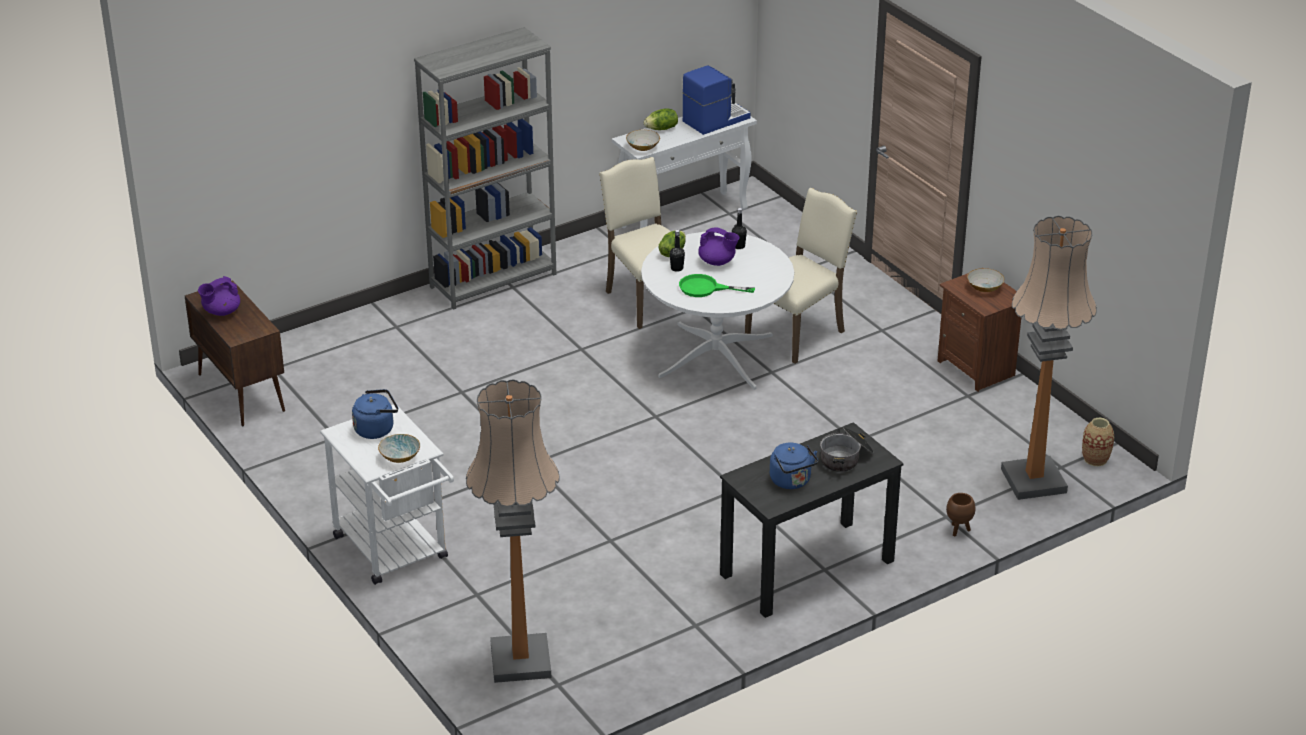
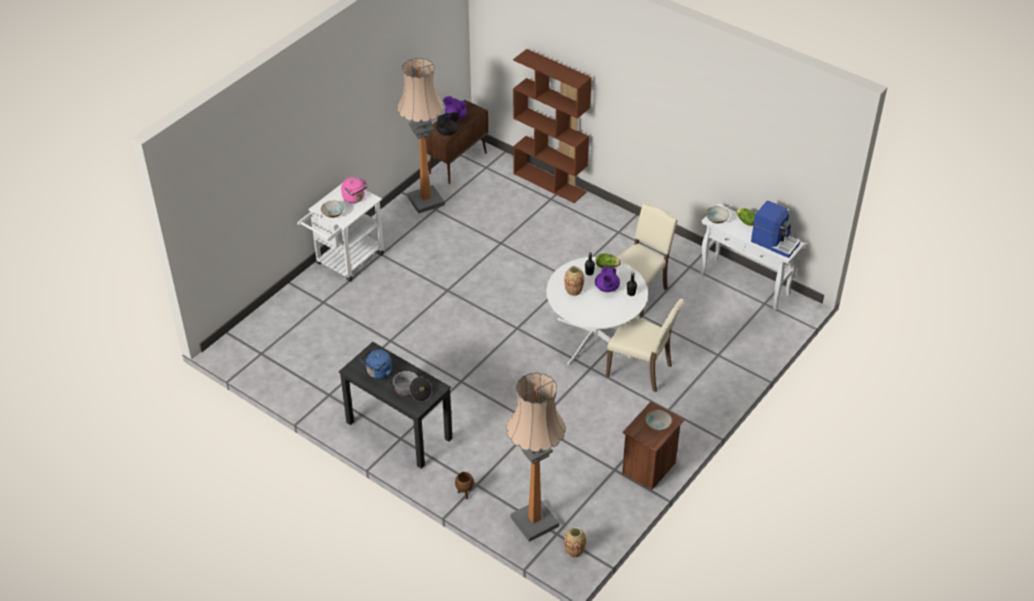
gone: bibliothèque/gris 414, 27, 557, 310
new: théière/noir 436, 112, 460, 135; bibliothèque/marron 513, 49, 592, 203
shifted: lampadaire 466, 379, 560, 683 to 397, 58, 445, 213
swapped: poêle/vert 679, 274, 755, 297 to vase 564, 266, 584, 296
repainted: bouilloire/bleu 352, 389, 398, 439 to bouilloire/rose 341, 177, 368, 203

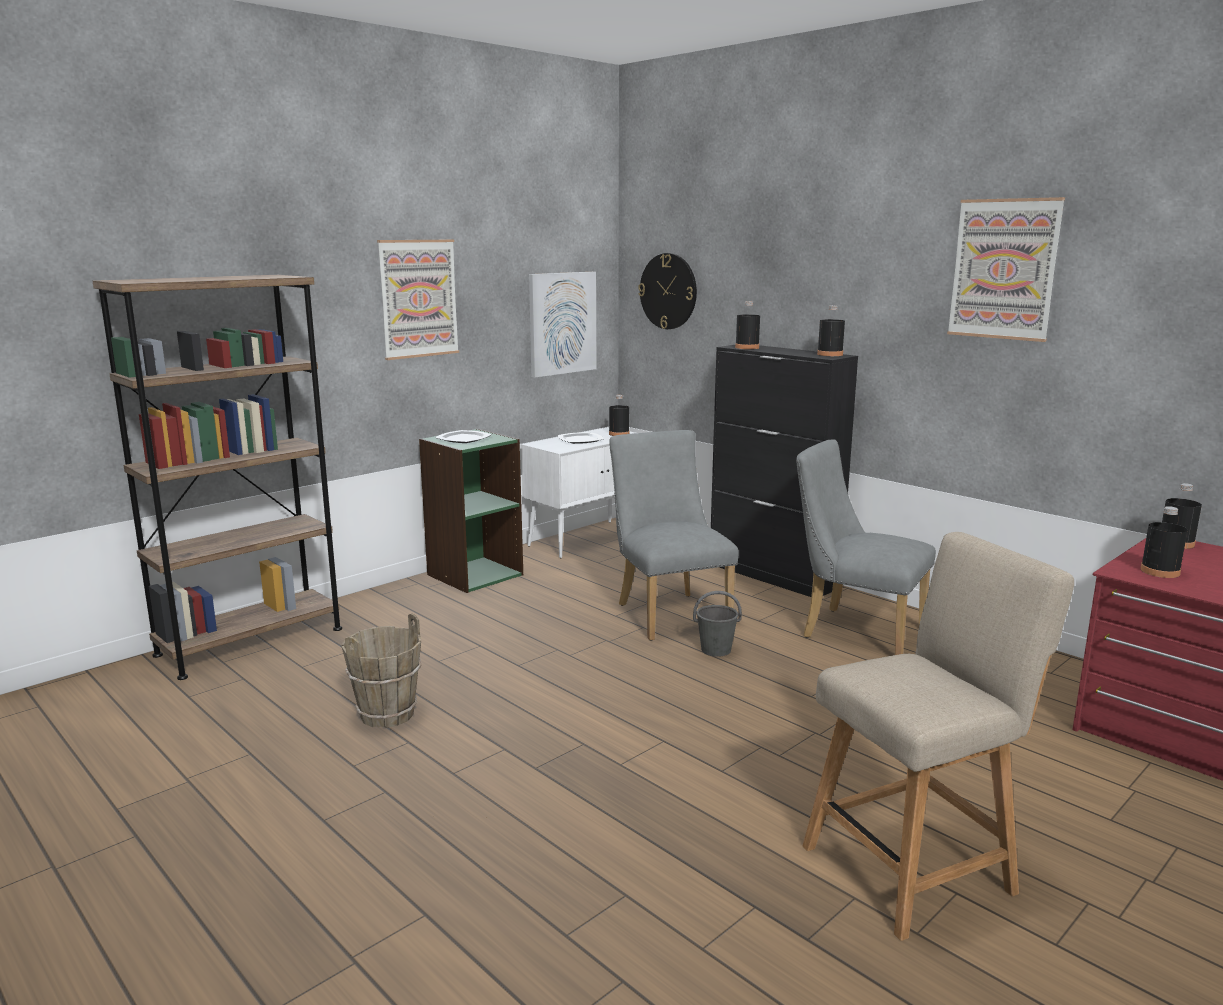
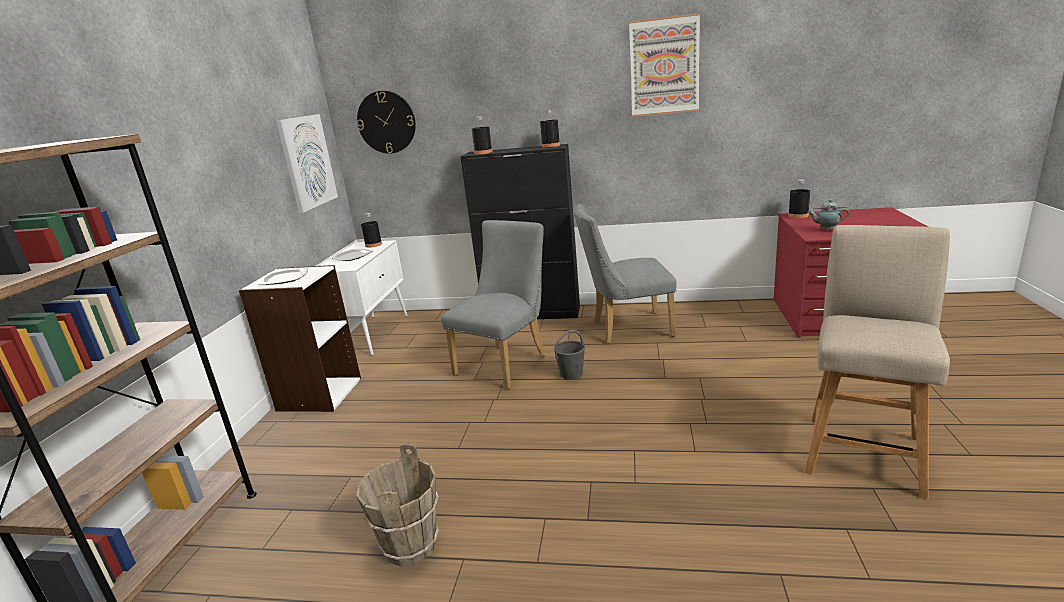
gone: tableau 377, 240, 459, 360
swapped: bouteille/noir 1140, 506, 1188, 578 to théière 808, 199, 849, 231
repainted: bibliothèque/vert 419, 429, 523, 593 to bibliothèque/blanc 239, 265, 361, 412
rotated: chaise/gris 609, 430, 739, 641 = 441, 220, 546, 389 90 degrees clockwise

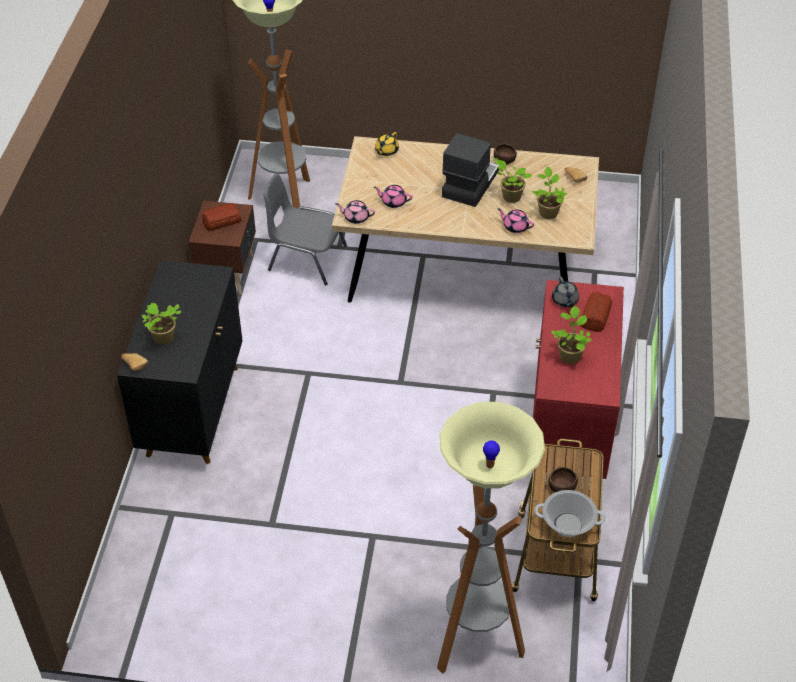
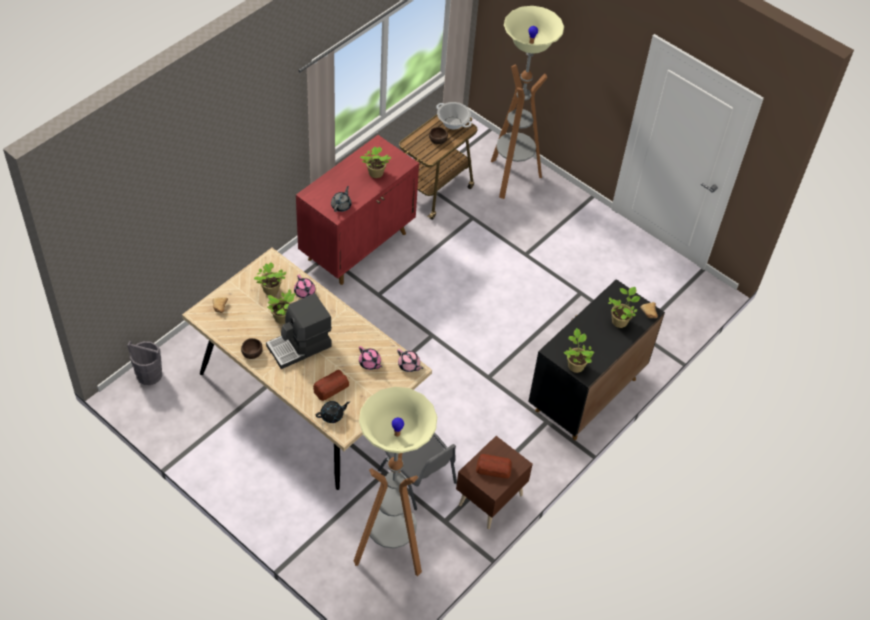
new: seau/gris 127, 341, 162, 385; plante en pot 563, 328, 594, 373
shifted: pain 581, 292, 612, 332 to 313, 370, 349, 401
repainted: théière/jaune 375, 132, 399, 156 to théière/noir 316, 401, 350, 423

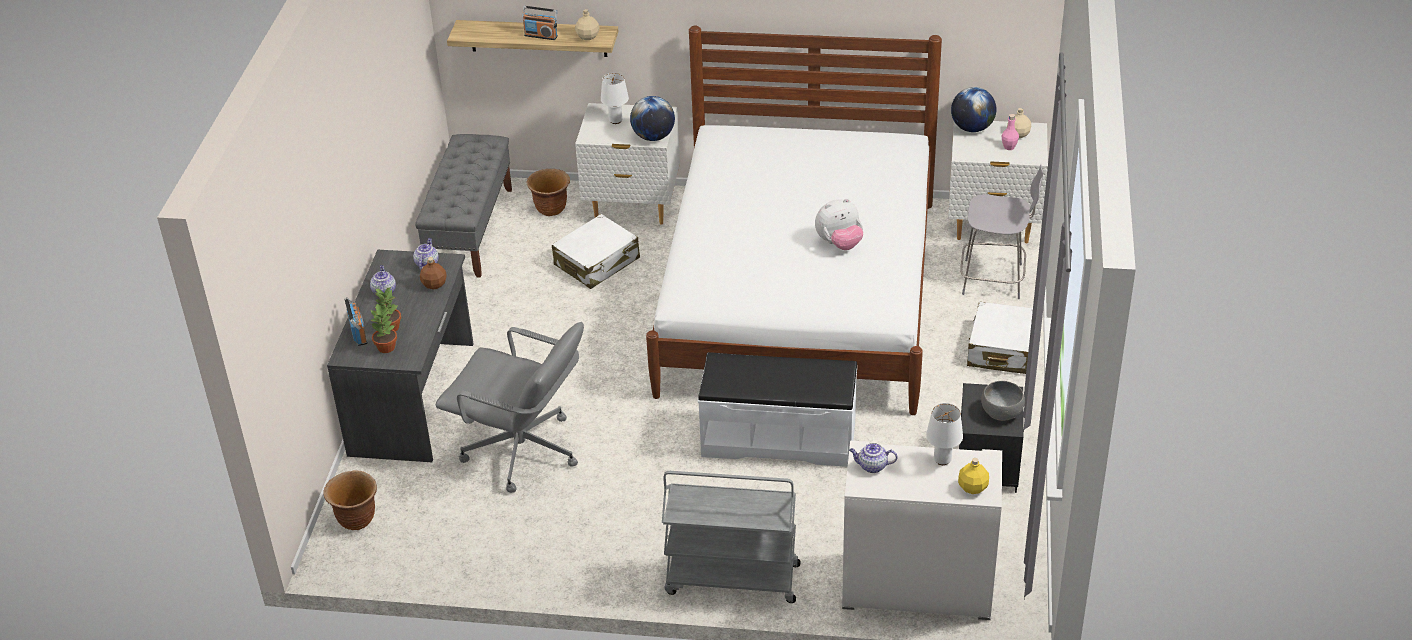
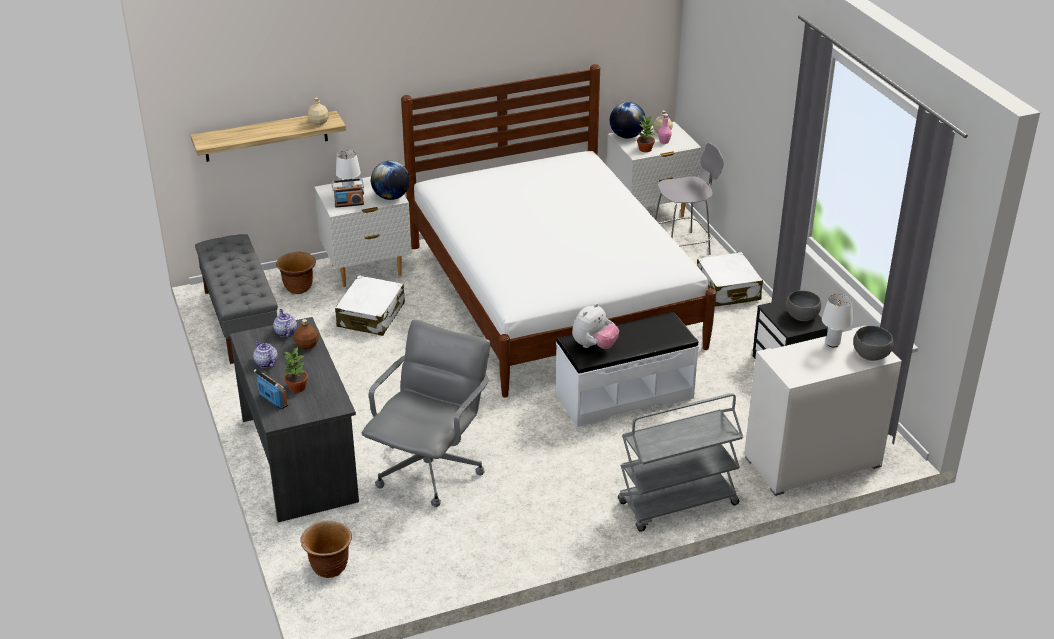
gone: théière 849, 443, 897, 473
shifted: radio 522, 6, 558, 40 to 332, 179, 364, 208; peluche 815, 198, 863, 250 to 572, 303, 619, 349; plante en pot 370, 303, 397, 353 to 637, 116, 655, 152
swapped: bouteille/jaune 958, 458, 989, 494 to bol/gris 853, 326, 893, 361
rotated: chaise de bureau/gris 436, 322, 584, 493 = 362, 320, 491, 507 60 degrees counterclockwise

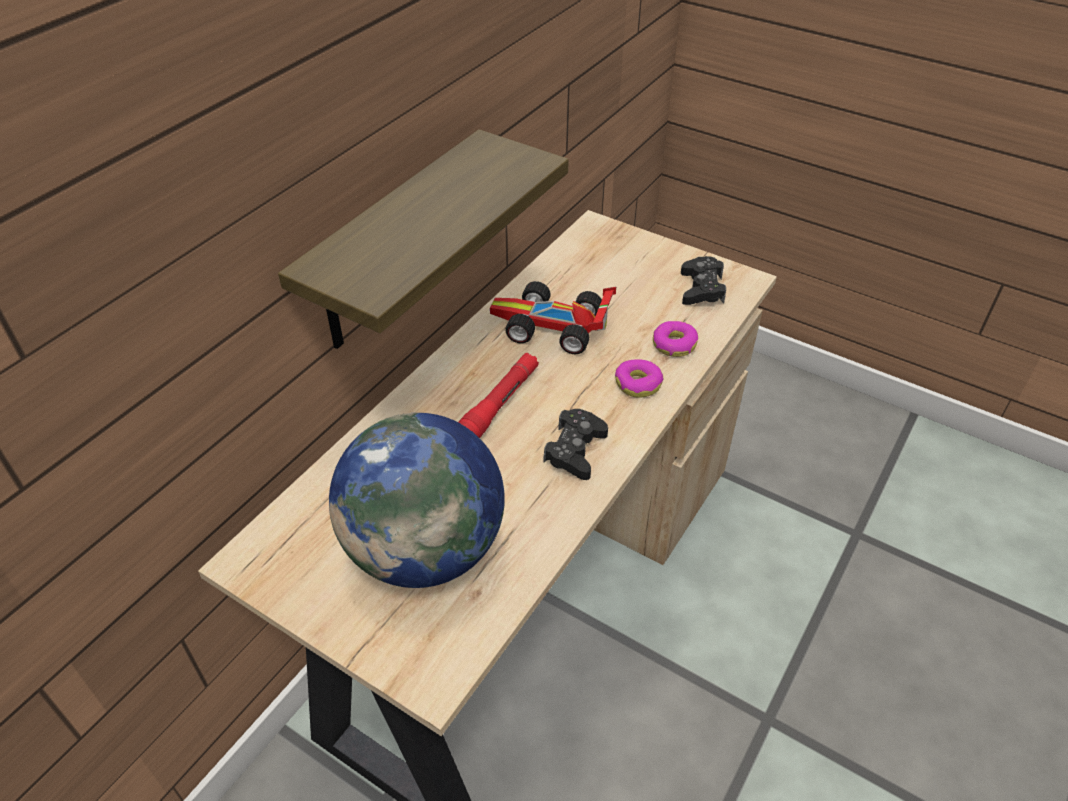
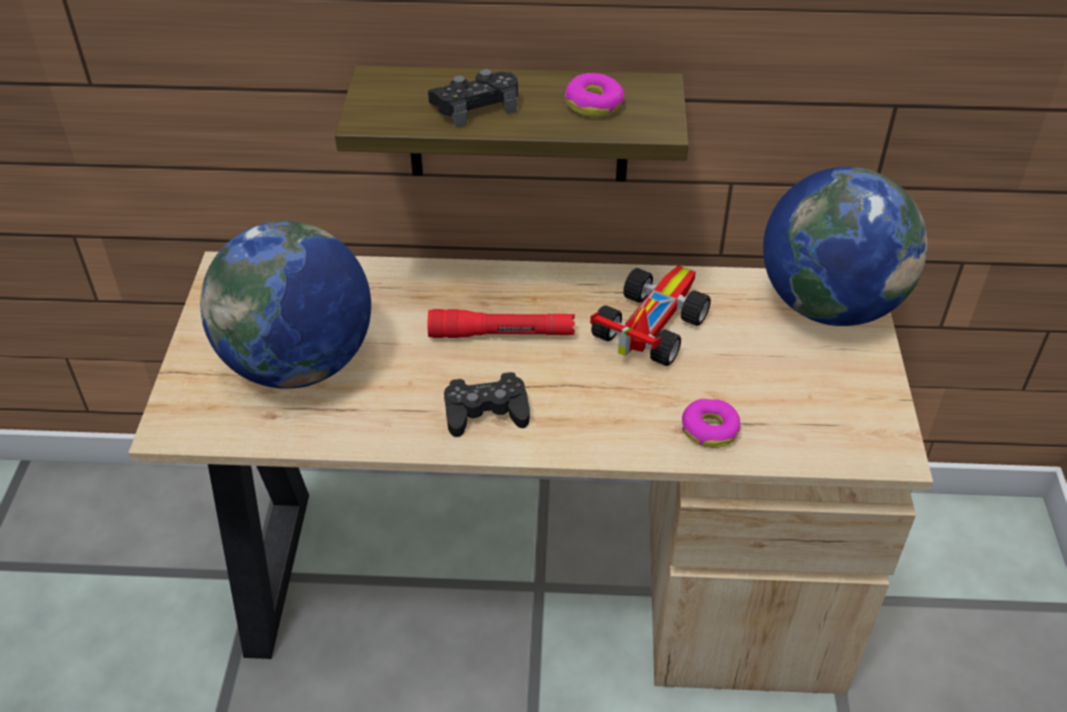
new: globe 763, 167, 927, 326
shifted: manette/noir 681, 256, 726, 305 to 428, 69, 518, 128; beignet 615, 359, 663, 398 to 565, 73, 624, 117
rotated: petite voiture 490, 281, 616, 354 = 590, 265, 711, 366 45 degrees clockwise

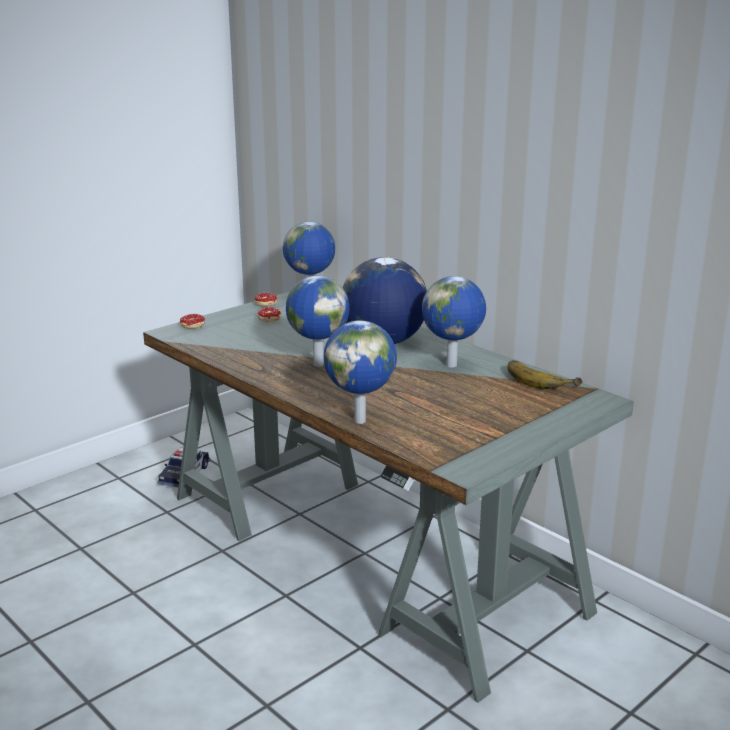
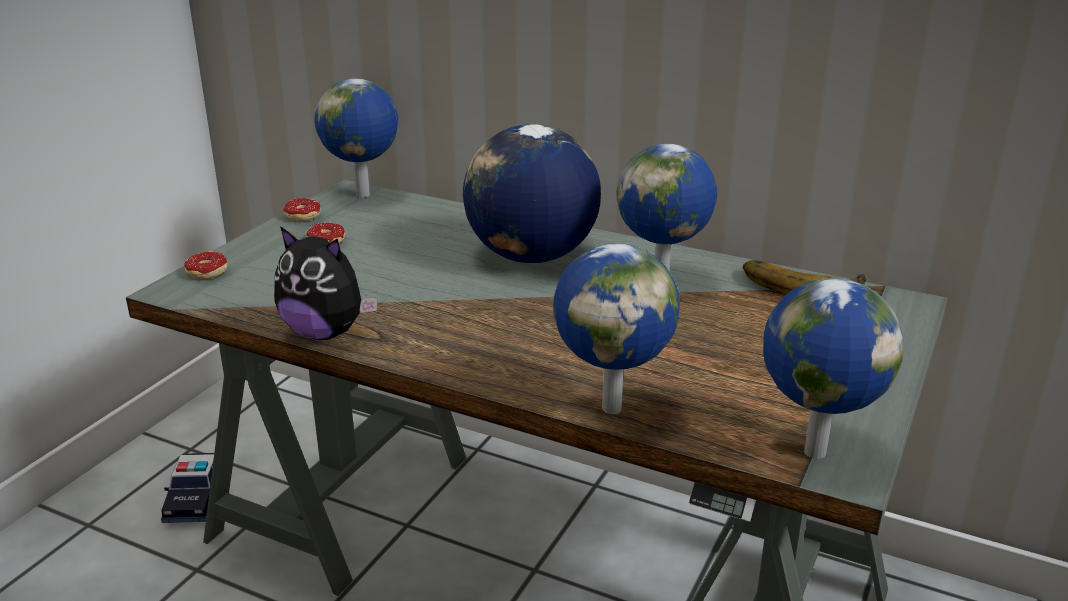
new: peluche 274, 226, 378, 340
shifted: globe 286, 276, 350, 367 to 763, 278, 904, 459

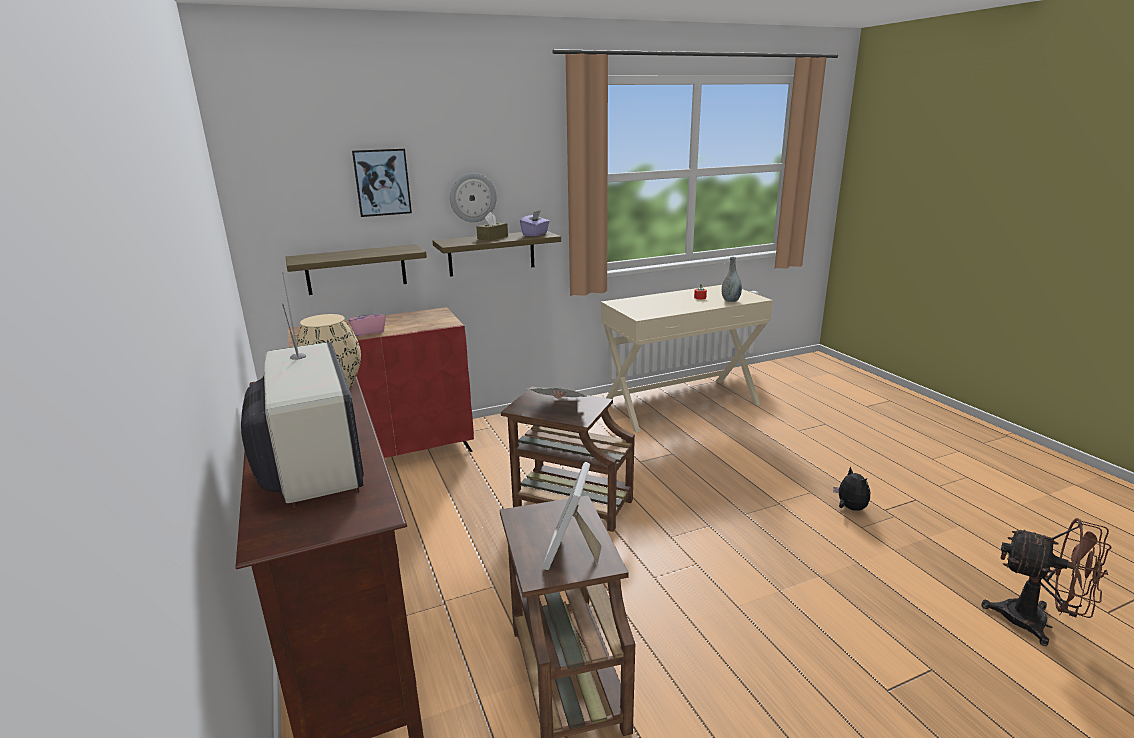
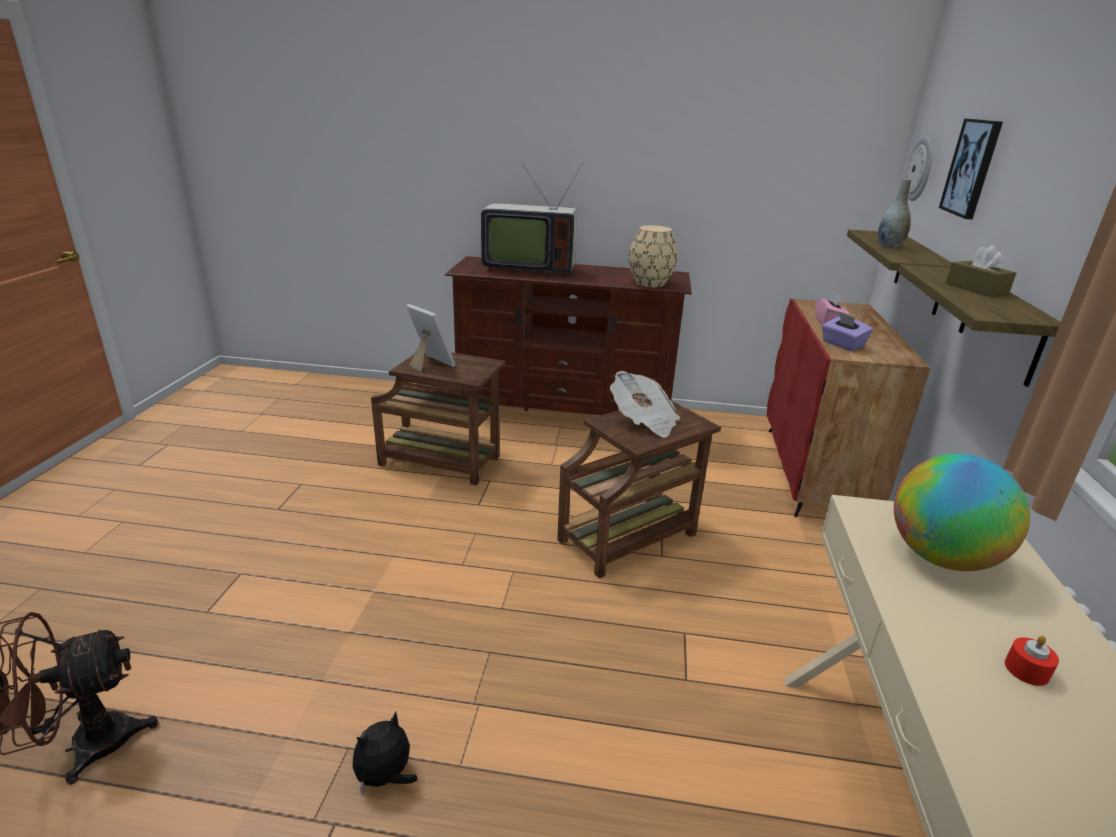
new: globe 894, 454, 1030, 571
shifted: boîte à mouchoirs/violet 520, 210, 550, 236 to 822, 312, 873, 351; vase/gris 722, 257, 742, 302 to 878, 179, 911, 248; horloge murale 450, 173, 497, 222 to 906, 137, 932, 201
rotated: peluche 833, 467, 870, 511 = 352, 712, 418, 796 120 degrees clockwise

